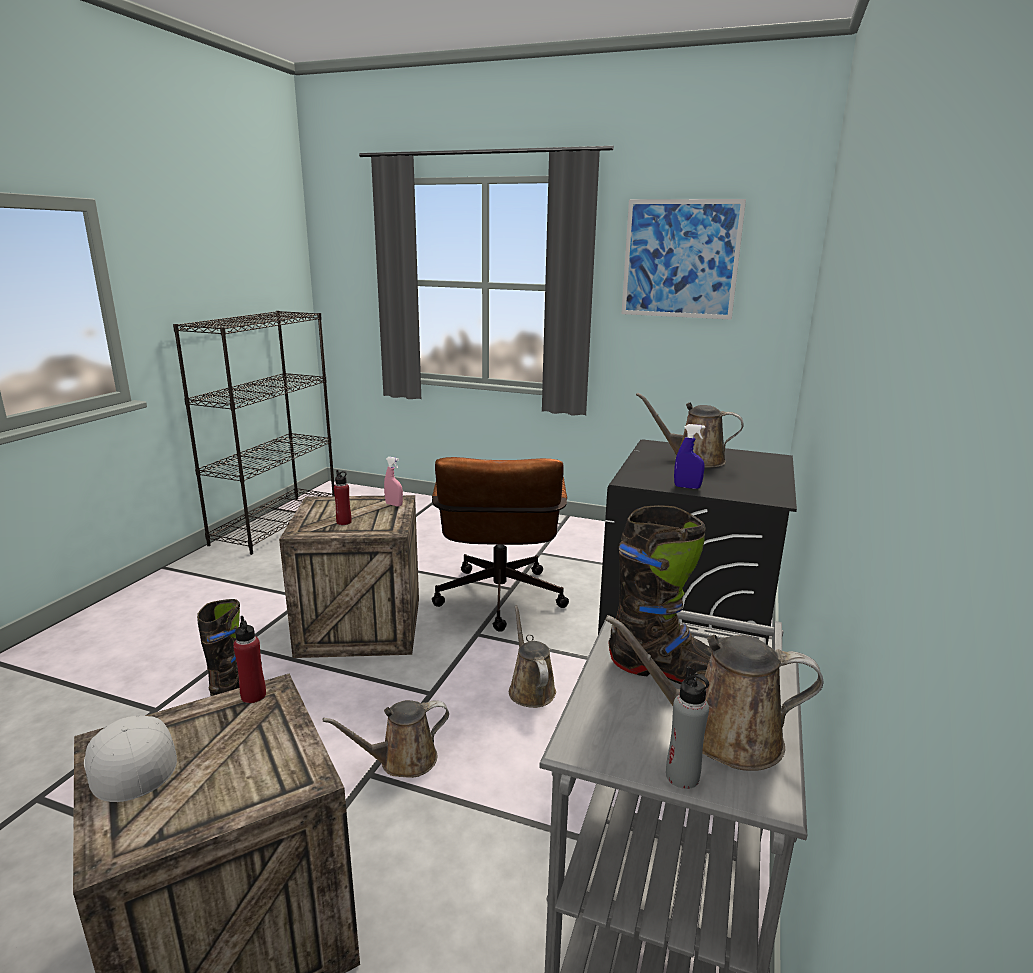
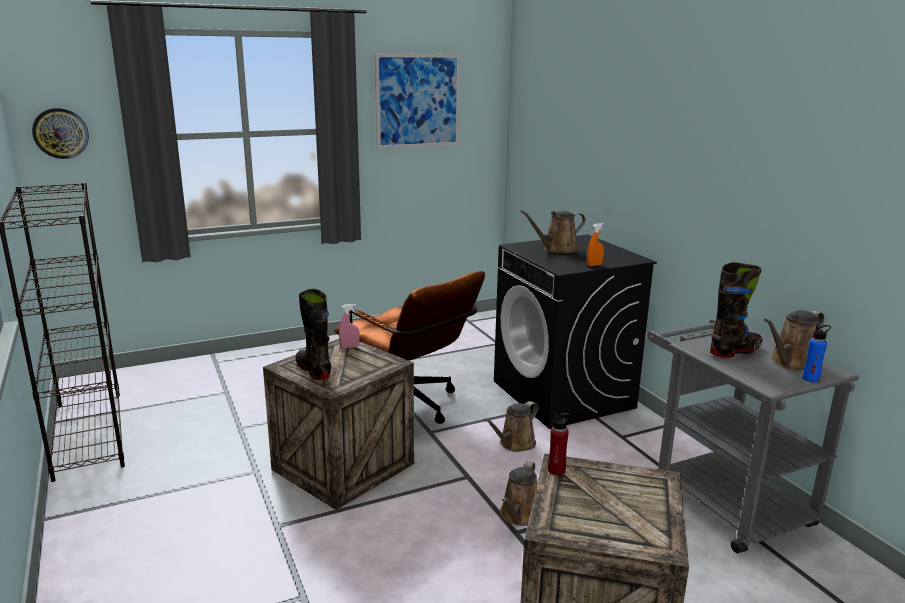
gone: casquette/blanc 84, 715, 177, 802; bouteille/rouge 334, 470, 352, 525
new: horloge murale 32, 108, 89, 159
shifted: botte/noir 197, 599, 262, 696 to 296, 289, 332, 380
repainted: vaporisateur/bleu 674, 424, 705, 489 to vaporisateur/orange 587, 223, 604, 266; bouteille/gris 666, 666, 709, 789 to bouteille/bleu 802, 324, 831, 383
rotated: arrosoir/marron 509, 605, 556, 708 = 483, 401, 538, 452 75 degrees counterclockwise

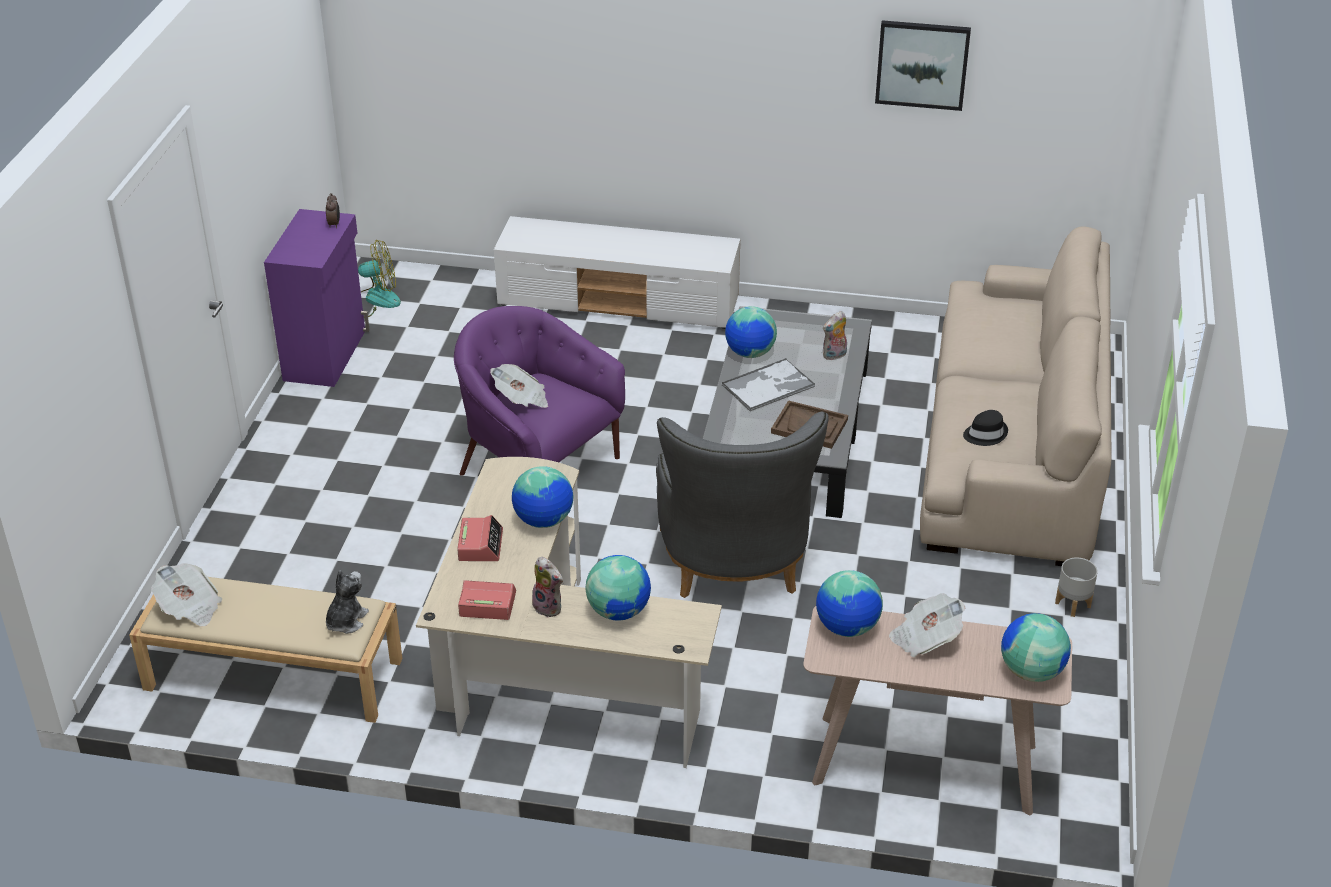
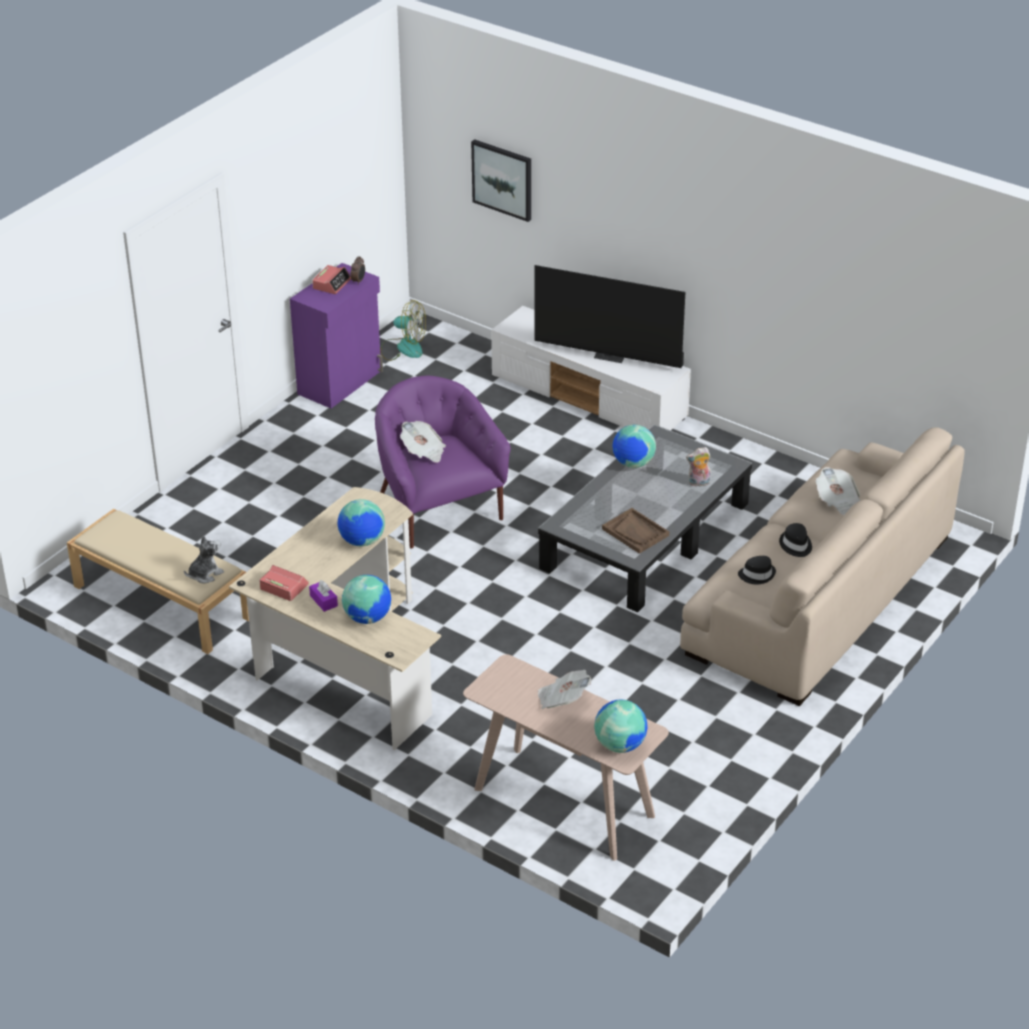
gone: fauteuil/gris 656, 412, 829, 598; plateau 722, 358, 815, 412; globe 816, 570, 883, 637; cache-pot/gris 1055, 558, 1098, 617
new: téléviseur 535, 265, 685, 368; chapeau/noir 779, 523, 812, 557
shifted: réveil 457, 515, 503, 561 to 312, 265, 351, 294; tableau 875, 20, 971, 111 to 471, 139, 531, 222; journal 151, 563, 222, 627 to 816, 467, 861, 516
swapped: peluche 532, 557, 563, 618 to boîte à mouchoirs/violet 309, 580, 338, 612

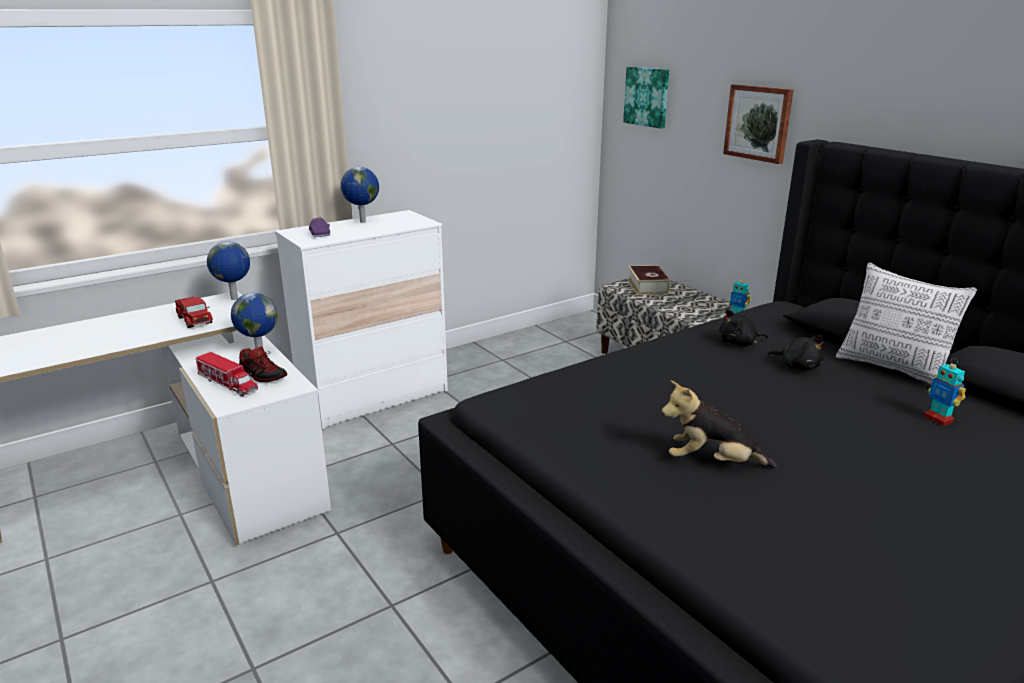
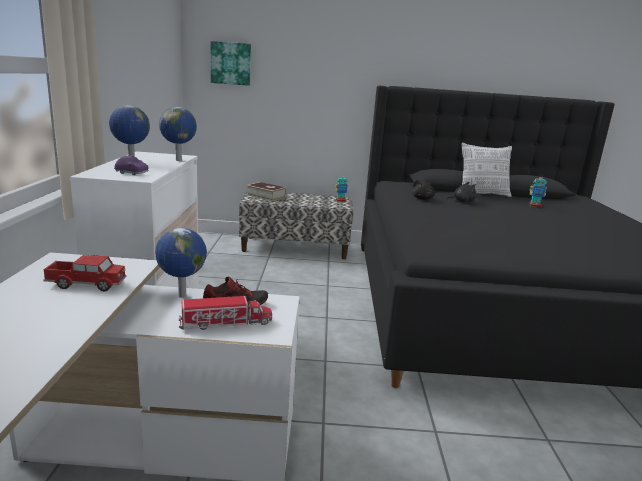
gone: peluche 661, 380, 776, 468; tableau 723, 84, 793, 164
shifted: globe 207, 241, 250, 300 to 159, 107, 197, 161

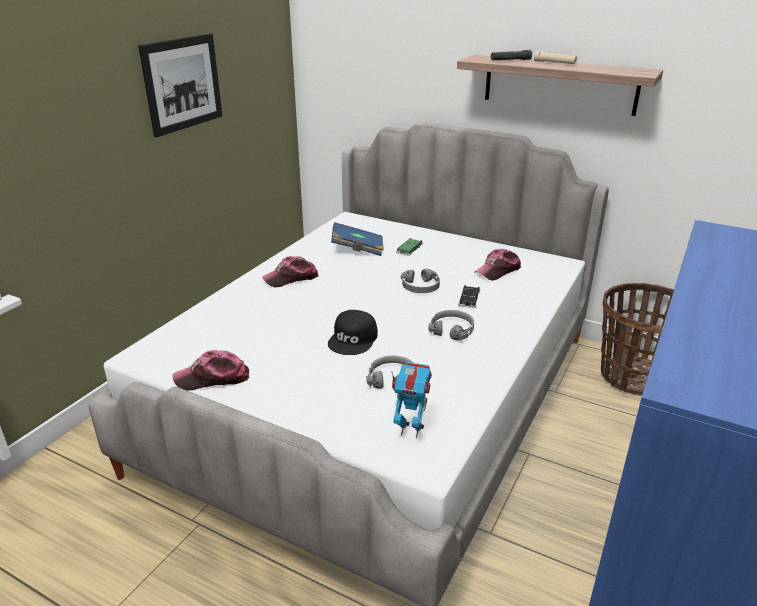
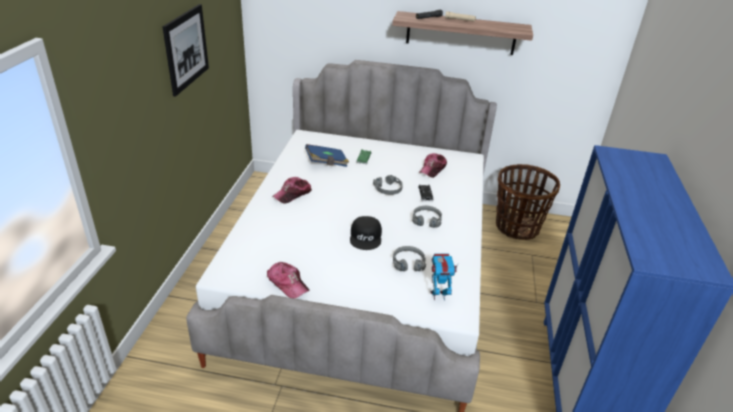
rotated: casquette 173, 350, 249, 391 = 267, 262, 310, 298 105 degrees counterclockwise

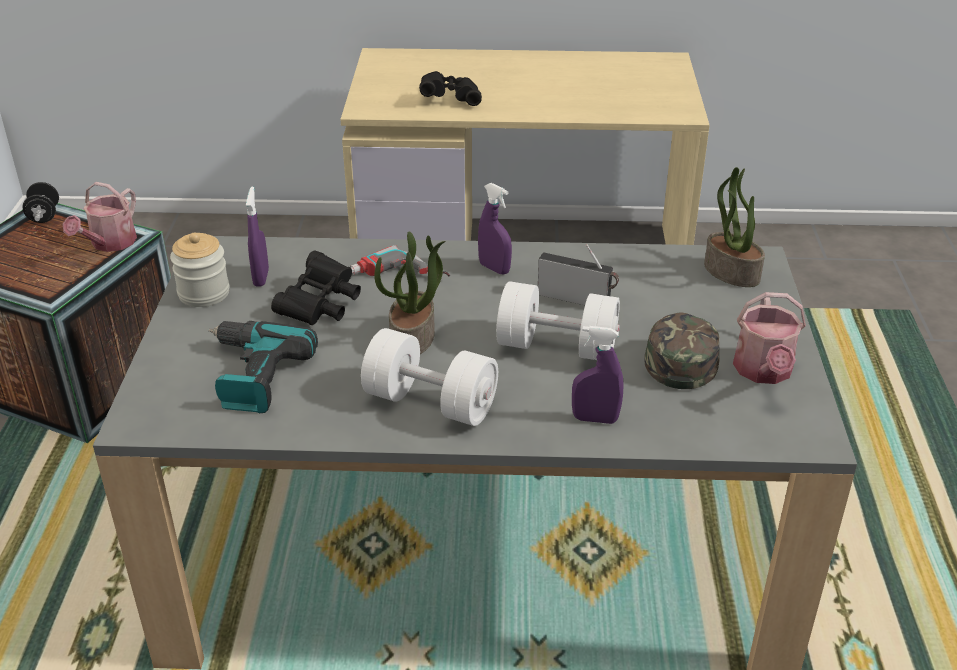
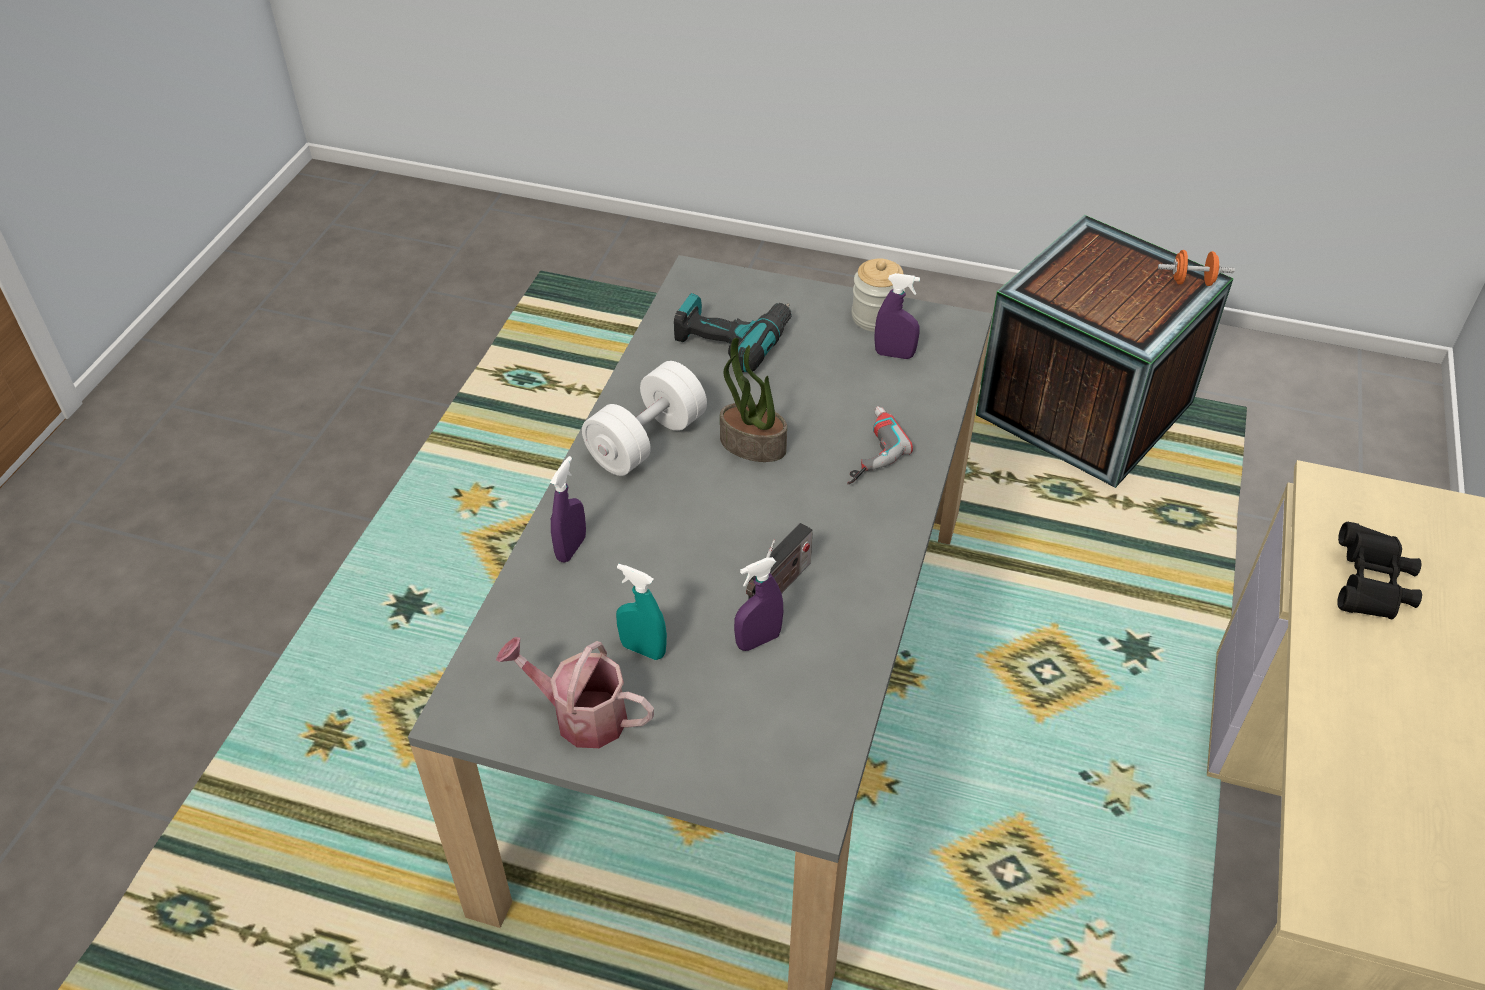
gone: arrosoir 63, 182, 137, 252; jumelles/noir 271, 251, 361, 325; haltère/blanc 496, 281, 620, 360; plante en pot 704, 167, 765, 287
shifted: vaporisateur/violet 478, 183, 512, 275 to 734, 557, 783, 651
swapped: casquette/vert 644, 312, 720, 389 to vaporisateur/turquoise 616, 564, 667, 660
repainted: haltère/noir 22, 182, 59, 223 to haltère/orange 1158, 250, 1235, 286

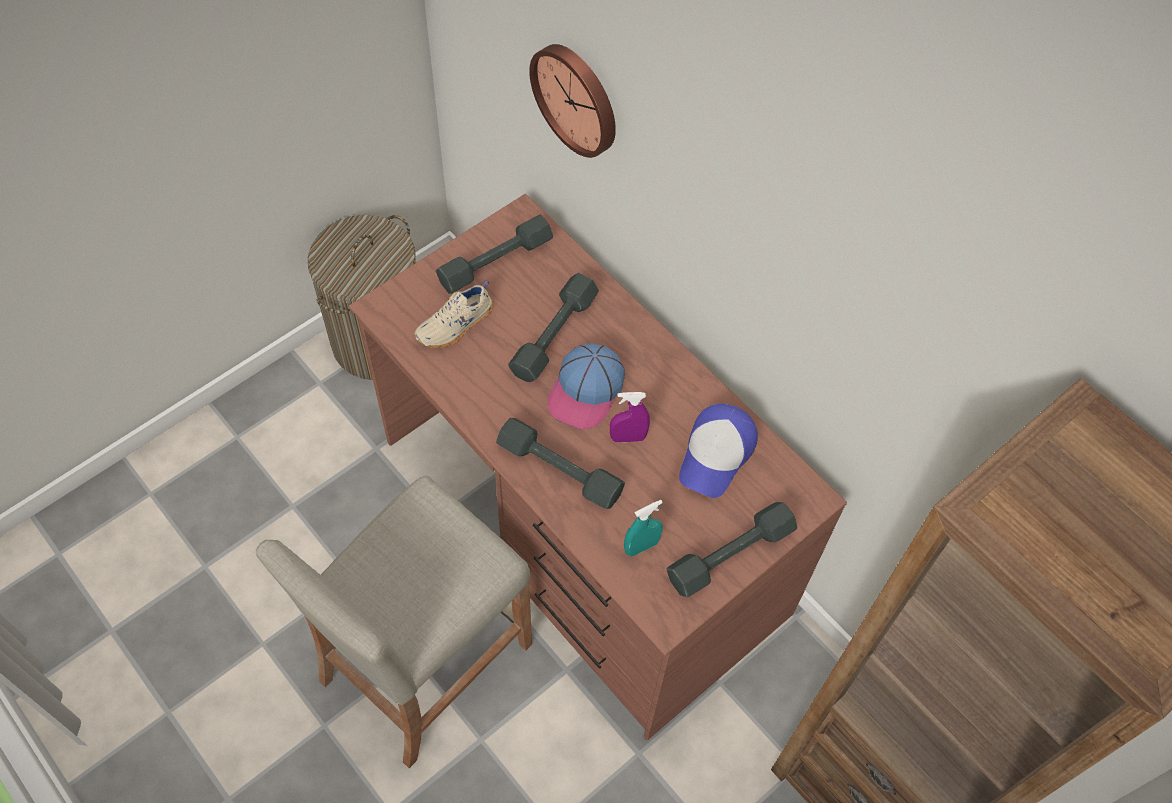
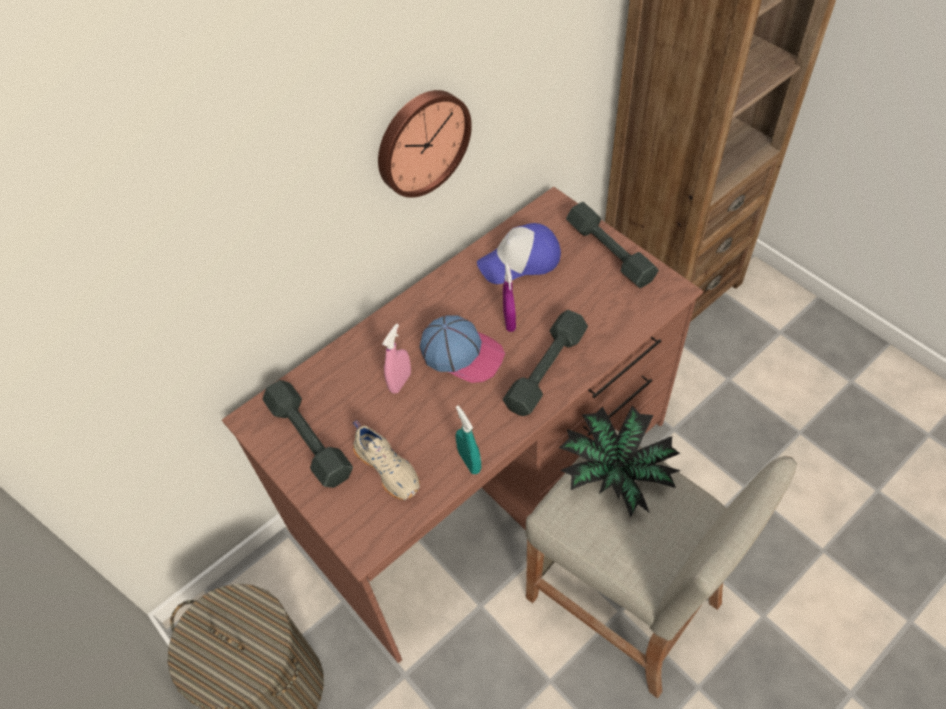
new: plante en pot 559, 406, 681, 517
shifted: horloge murale 529, 44, 616, 158 to 378, 90, 472, 198; vaporisateur/turquoise 624, 500, 663, 557 to 455, 405, 481, 474
swapped: haltère/gris 508, 273, 599, 382 to vaporisateur/rose 382, 324, 411, 393
rotated: casquette 679, 404, 758, 498 = 477, 223, 561, 284 135 degrees clockwise

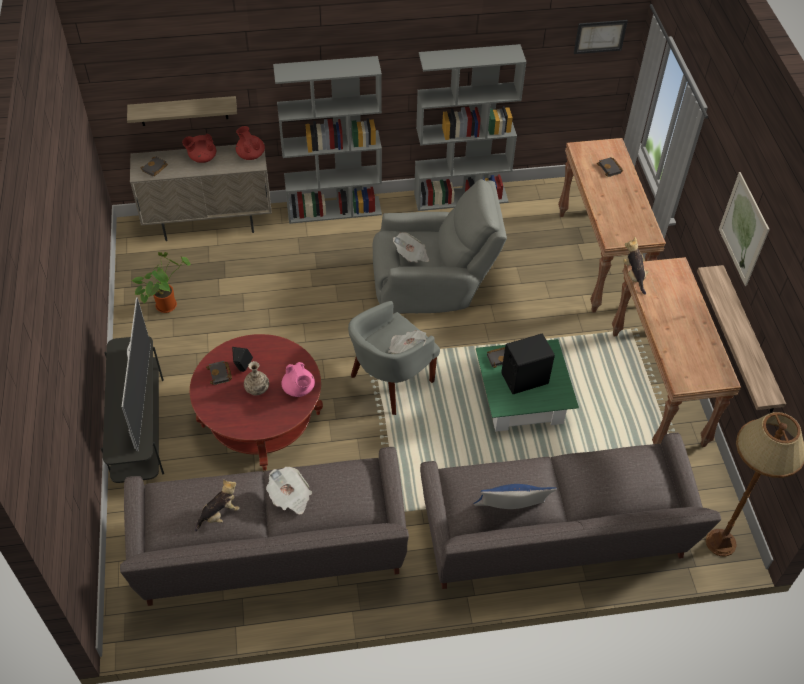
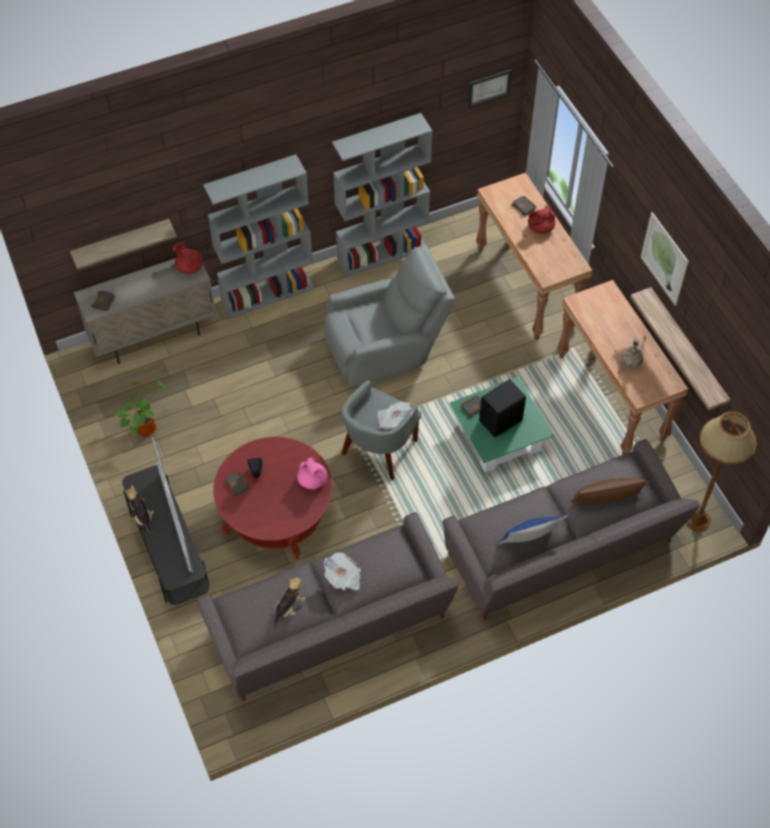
gone: journal 393, 232, 429, 263
new: coussin/marron 570, 478, 649, 504
shifted: peluche 623, 237, 649, 295 to 125, 485, 155, 535; théière/rouge 182, 134, 216, 163 to 528, 205, 555, 234; vase 244, 361, 269, 395 to 621, 339, 643, 369

